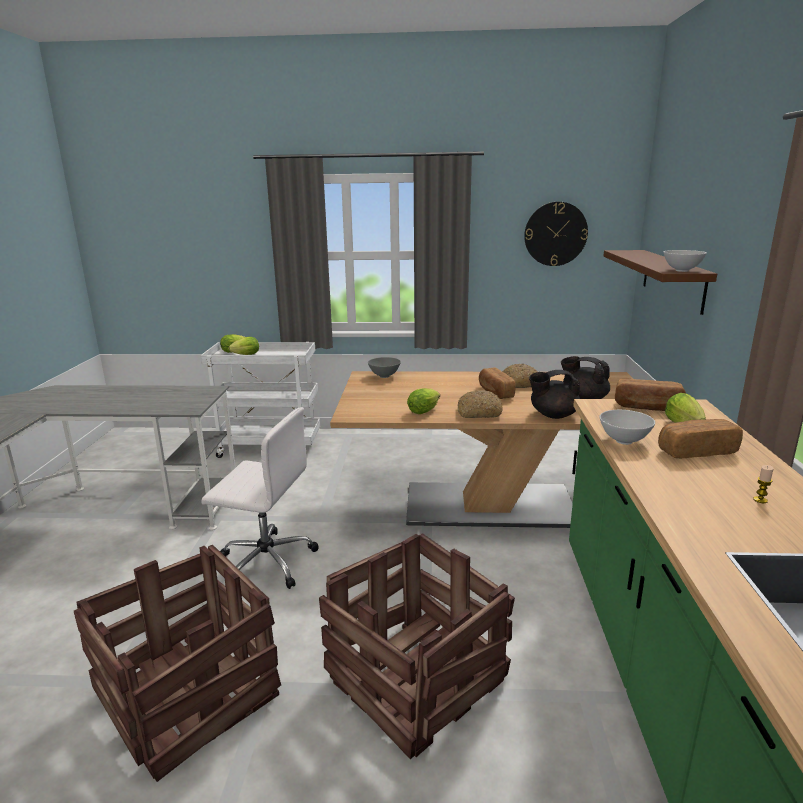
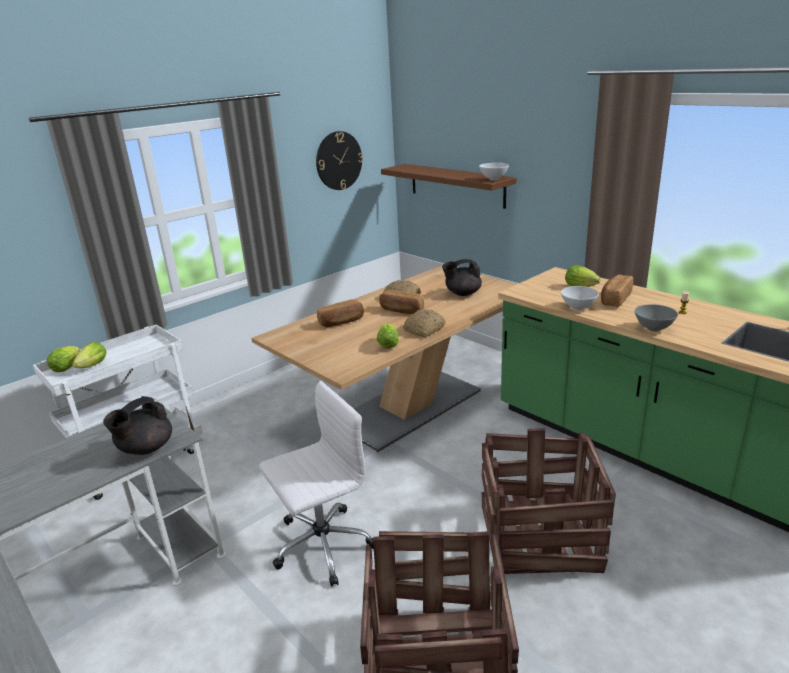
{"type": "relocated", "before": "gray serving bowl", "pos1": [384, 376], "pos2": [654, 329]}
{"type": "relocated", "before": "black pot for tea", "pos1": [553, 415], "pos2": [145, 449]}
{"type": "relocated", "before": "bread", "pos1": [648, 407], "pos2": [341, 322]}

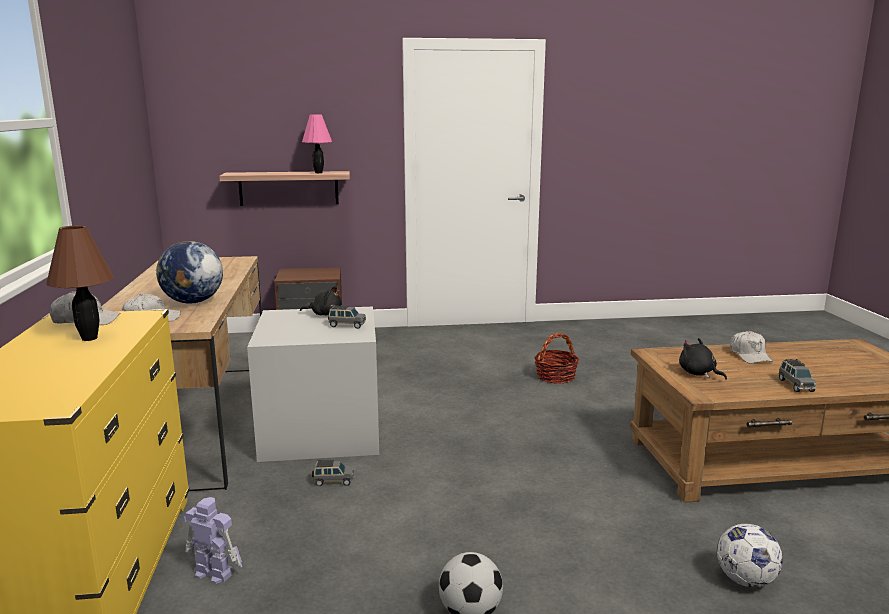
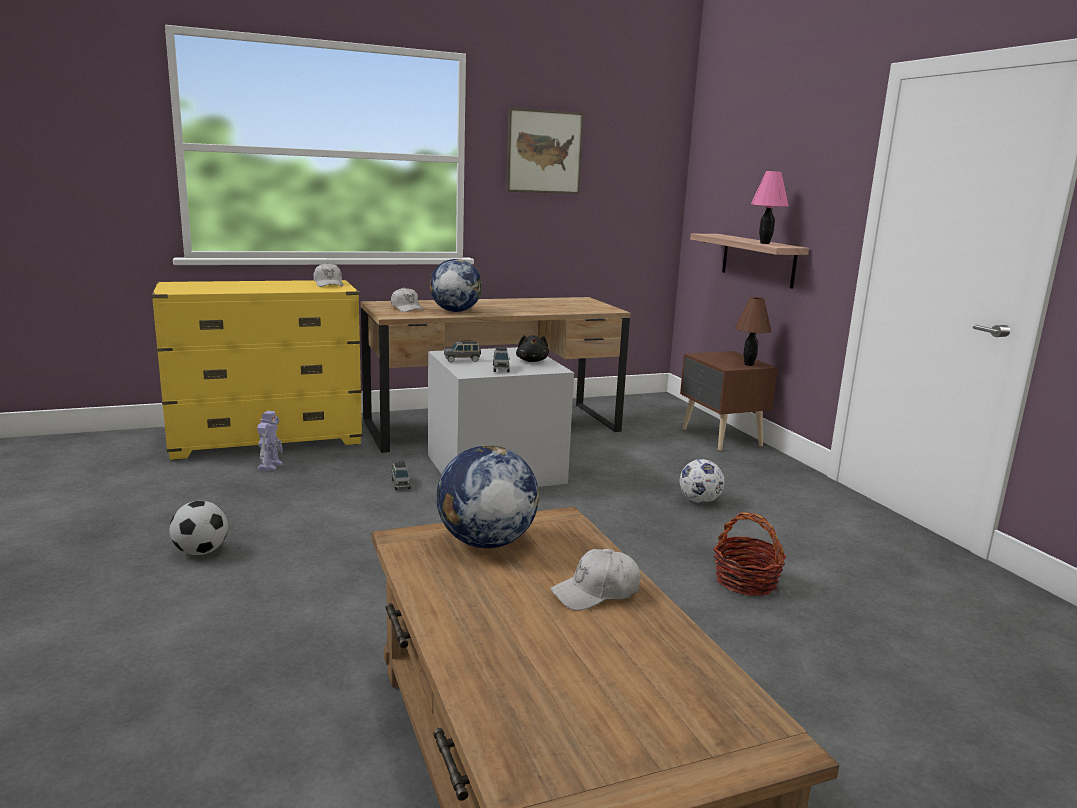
{"type": "appeared", "after": "wall art", "pos2": [544, 152]}
{"type": "relocated", "before": "brown-coloured lamp for a table", "pos1": [90, 338], "pos2": [748, 365]}
{"type": "relocated", "before": "ball for football", "pos1": [745, 580], "pos2": [699, 501]}
{"type": "relocated", "before": "gray model car", "pos1": [795, 385], "pos2": [462, 360]}
{"type": "exchanged", "before": "black plush toy", "after": "world globe", "pos1": [698, 373], "pos2": [485, 542]}

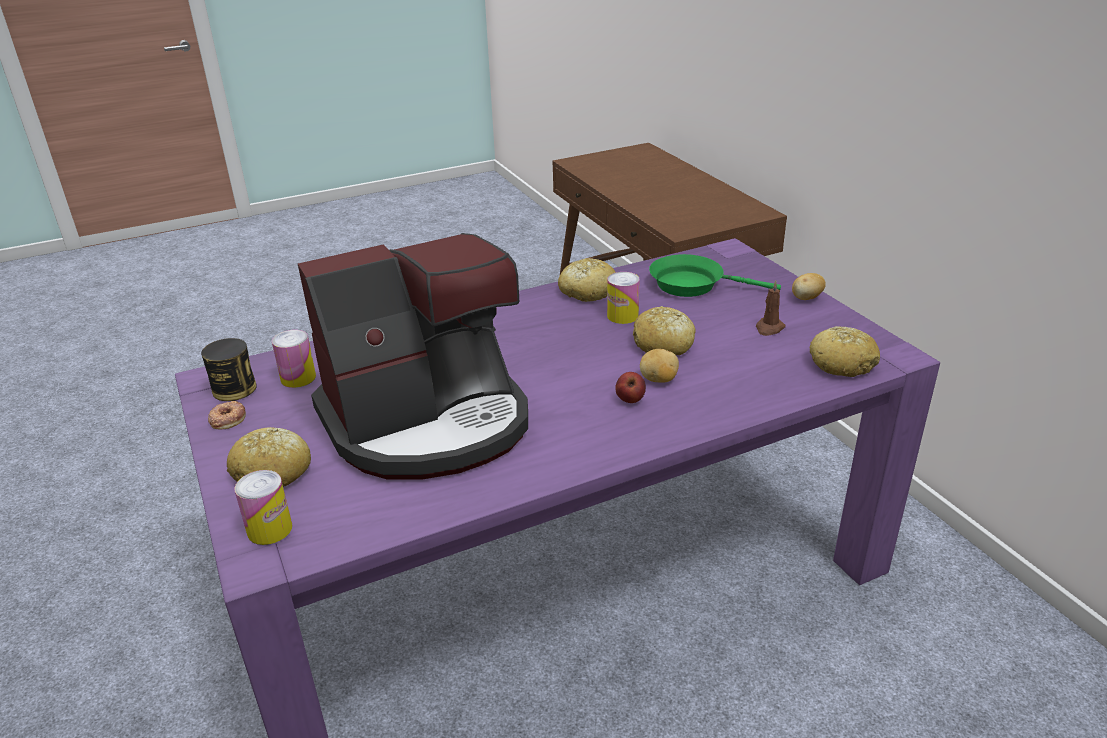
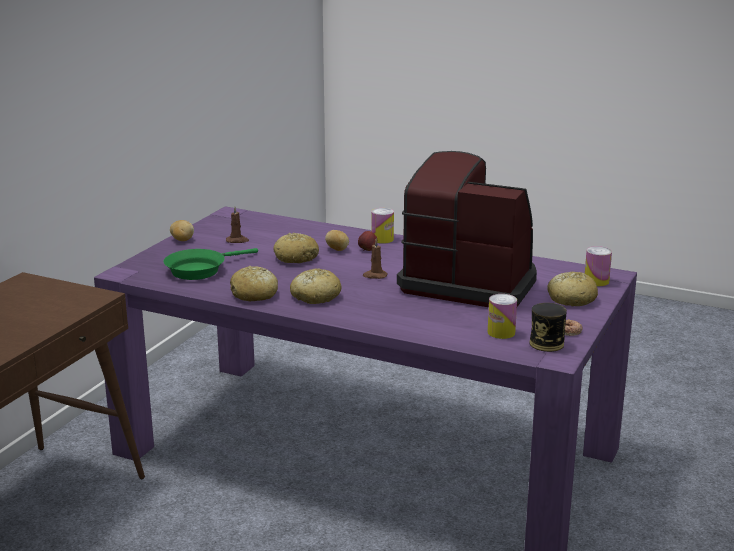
{"type": "appeared", "after": "brown-coloured candle", "pos2": [374, 276]}
{"type": "relocated", "before": "can", "pos1": [622, 316], "pos2": [382, 239]}
{"type": "relocated", "before": "bread", "pos1": [842, 363], "pos2": [315, 296]}
{"type": "spun", "before": "green skillet", "pos1": [693, 284], "pos2": [200, 270], "turn": 75}

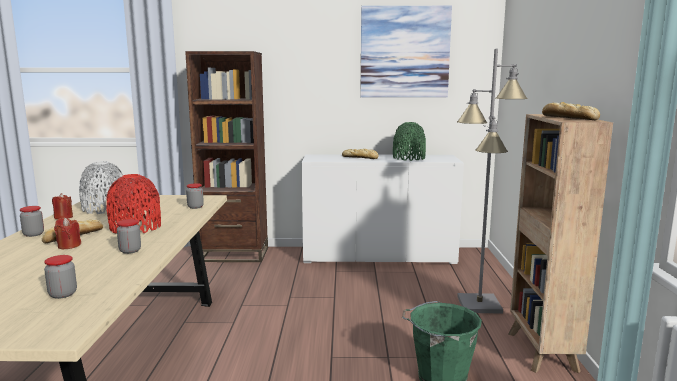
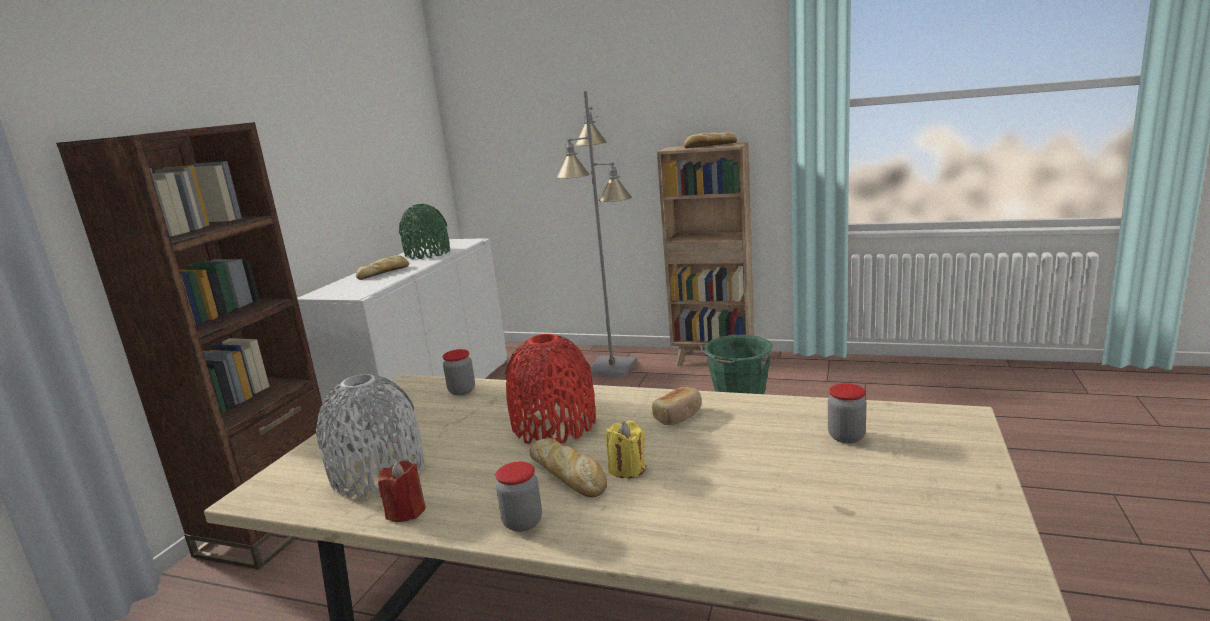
{"type": "missing", "before": "wall art", "pos1": [404, 52]}
{"type": "exchanged", "before": "storage jar", "after": "bread", "pos1": [130, 251], "pos2": [678, 416]}
{"type": "colour", "before": "red-coloured candle", "after": "yellow-coloured candle", "pos1": [69, 246], "pos2": [627, 469]}

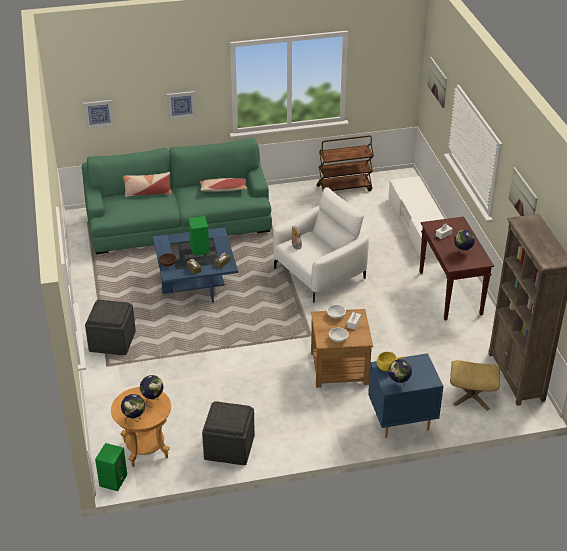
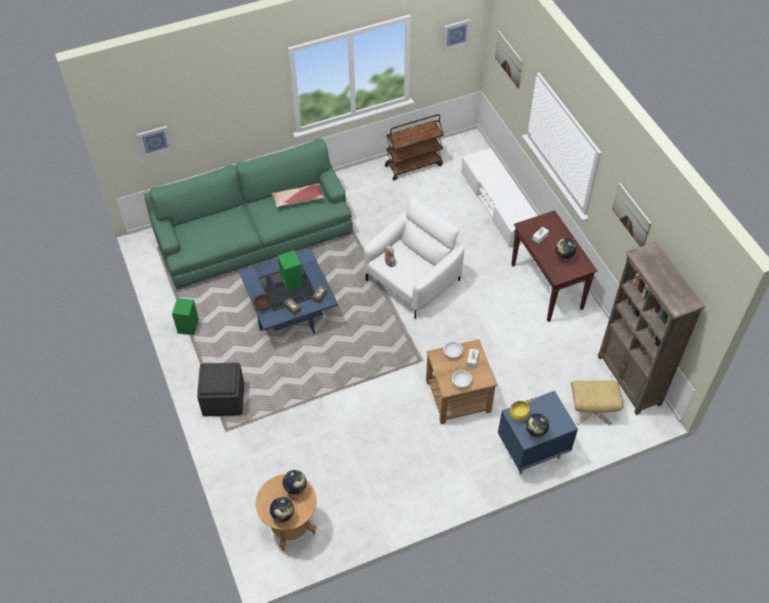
{"type": "missing", "before": "pillow", "pos1": [148, 193]}
{"type": "missing", "before": "gray pouffe", "pos1": [230, 447]}
{"type": "relocated", "before": "green loudspeaker", "pos1": [113, 480], "pos2": [188, 326]}
{"type": "relocated", "before": "wall art", "pos1": [181, 104], "pos2": [456, 34]}

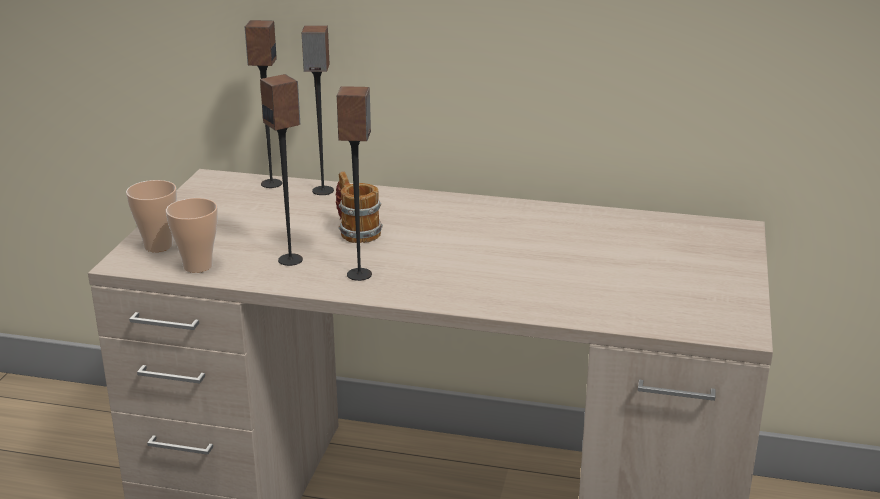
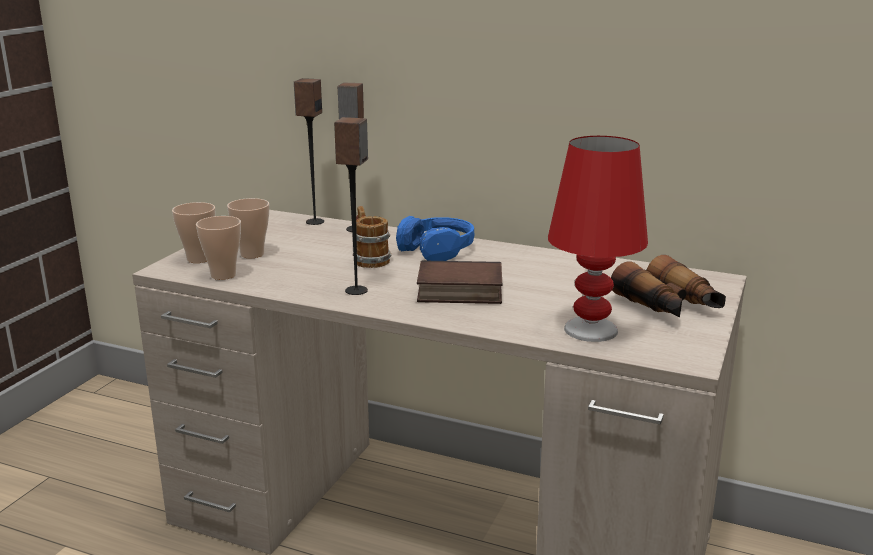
{"type": "missing", "before": "loudspeaker", "pos1": [291, 260]}
{"type": "appeared", "after": "small cup", "pos2": [252, 254]}
{"type": "appeared", "after": "blue headphones", "pos2": [437, 250]}
{"type": "appeared", "after": "bound book", "pos2": [458, 292]}
{"type": "appeared", "after": "red-coloured lamp for a table", "pos2": [591, 330]}
{"type": "appeared", "after": "field glasses", "pos2": [669, 306]}

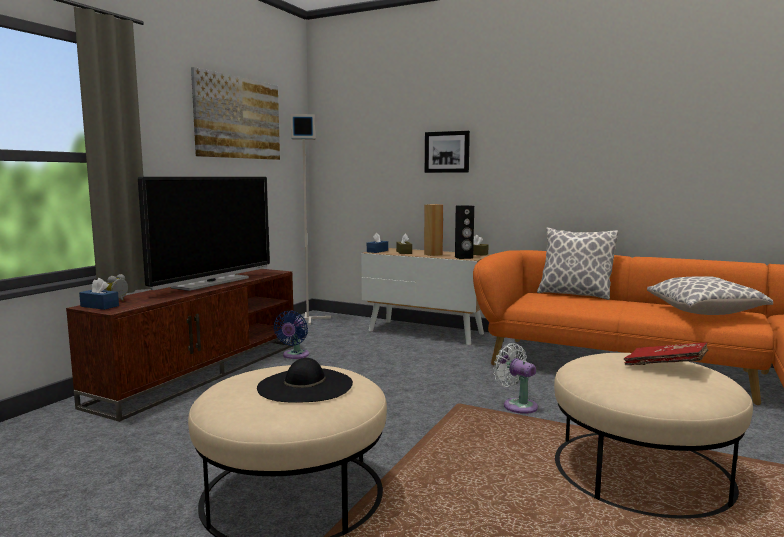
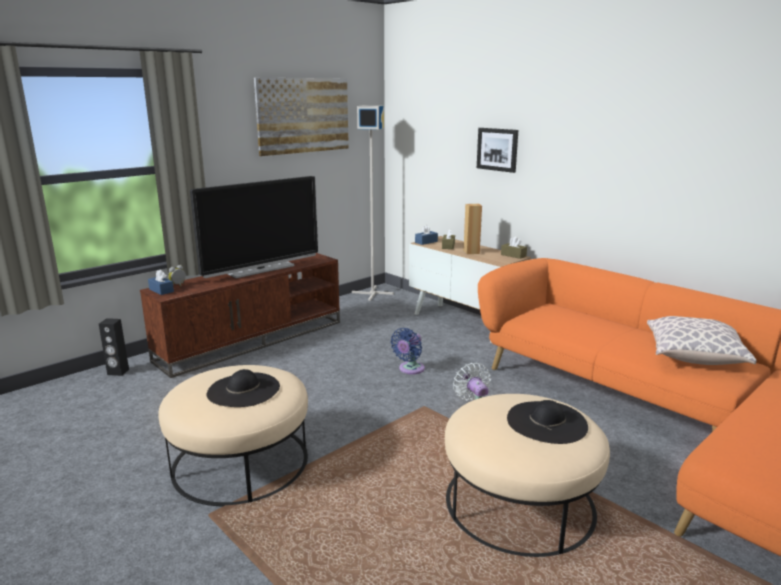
{"type": "missing", "before": "pillow", "pos1": [574, 295]}
{"type": "relocated", "before": "blue fan", "pos1": [294, 355], "pos2": [410, 369]}
{"type": "relocated", "before": "black loudspeaker", "pos1": [464, 257], "pos2": [118, 372]}
{"type": "exchanged", "before": "red-coloured bound book", "after": "black wearable hat", "pos1": [665, 367], "pos2": [547, 422]}

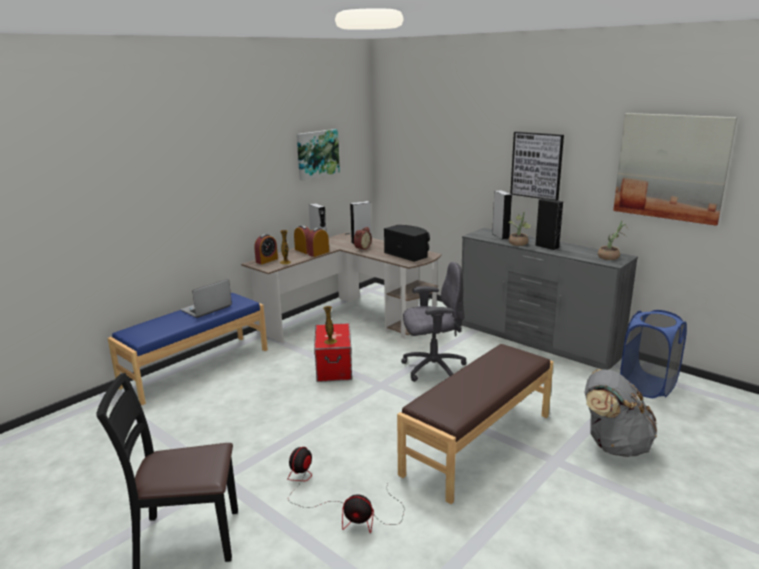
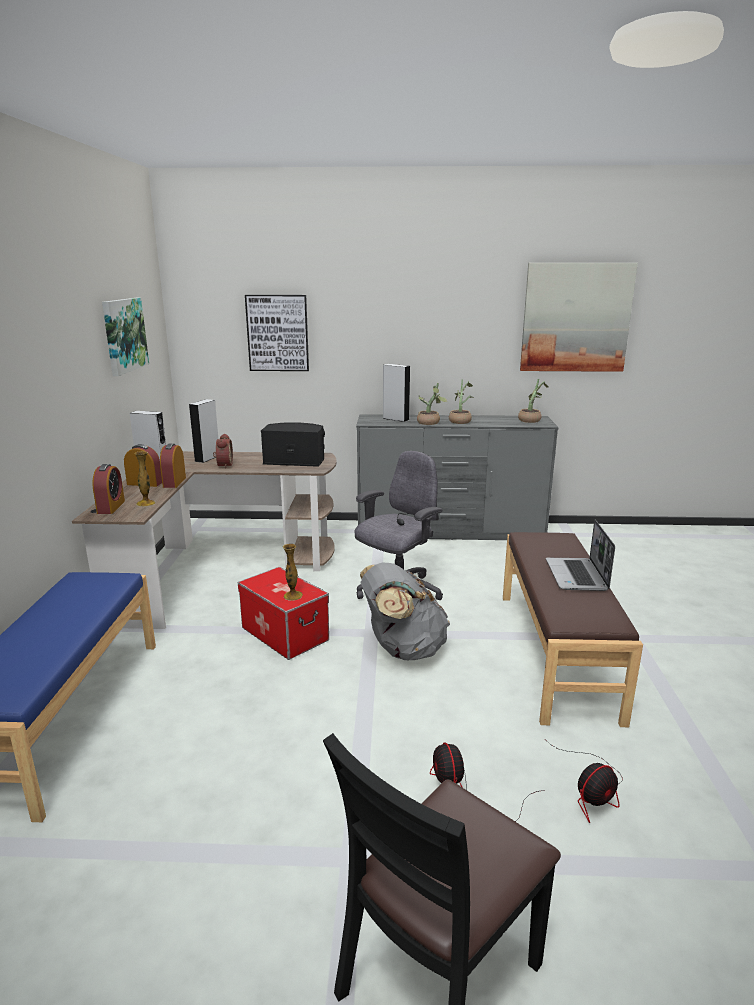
{"type": "missing", "before": "blue washing basket", "pos1": [648, 386]}
{"type": "relocated", "before": "portable computer", "pos1": [206, 309], "pos2": [577, 576]}
{"type": "relocated", "before": "wall art", "pos1": [537, 165], "pos2": [278, 333]}
{"type": "relocated", "before": "gray knapsack", "pos1": [614, 445], "pos2": [402, 649]}
{"type": "exchanged", "before": "black loudspeaker", "after": "plant in a pot", "pos1": [547, 246], "pos2": [460, 421]}

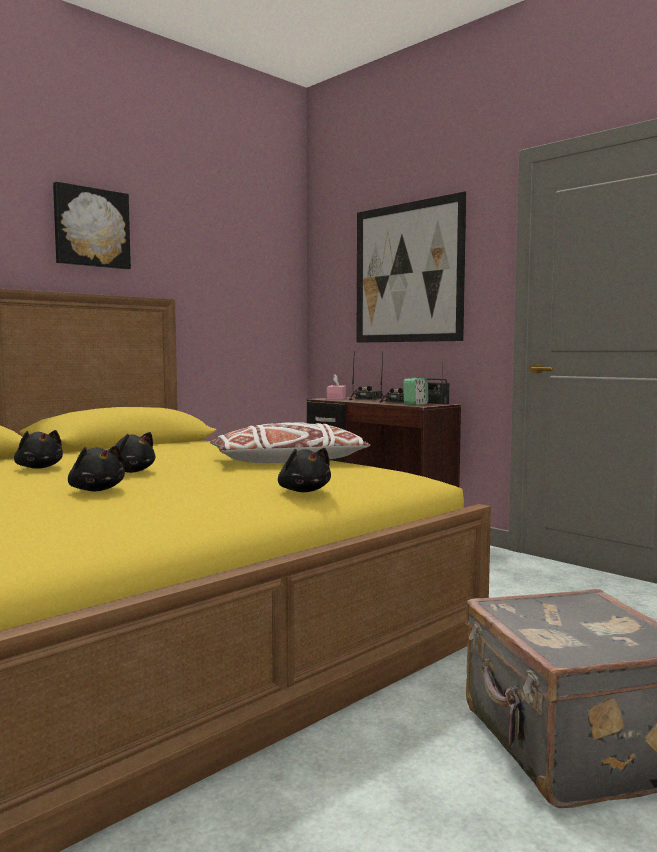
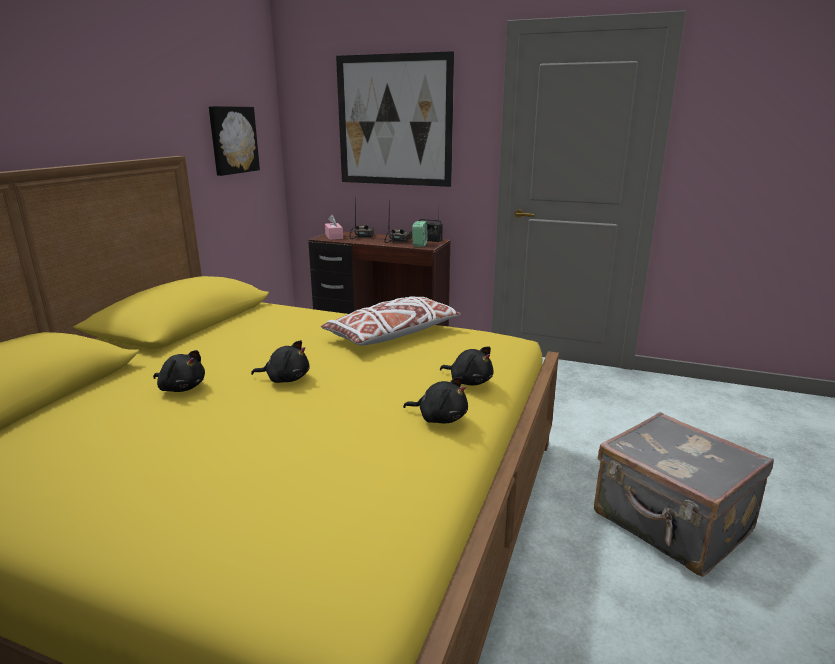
{"type": "relocated", "before": "wall art", "pos1": [91, 228], "pos2": [232, 140]}
{"type": "relocated", "before": "black plush toy", "pos1": [96, 490], "pos2": [440, 418]}

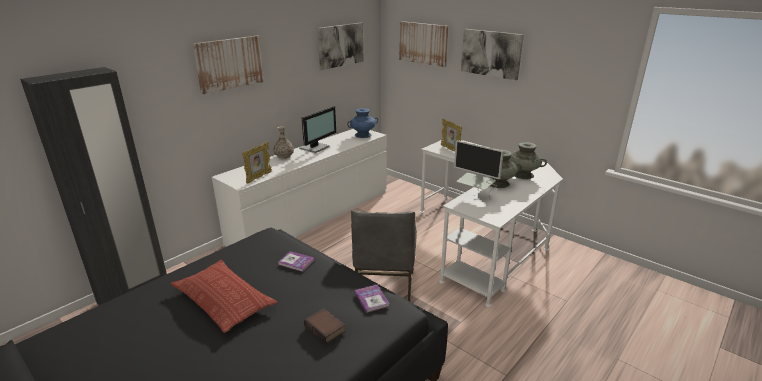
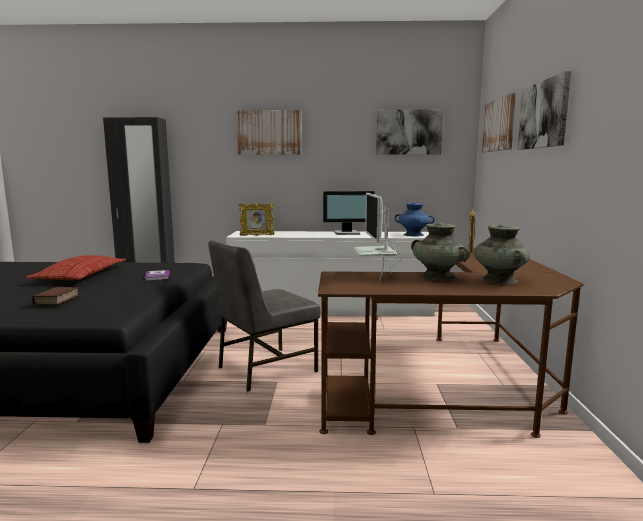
{"type": "missing", "before": "flower vase", "pos1": [284, 156]}
{"type": "missing", "before": "bound book", "pos1": [371, 299]}
{"type": "colour", "before": "white-coloured desk", "after": "brown-coloured desk", "pos1": [484, 241], "pos2": [458, 388]}

